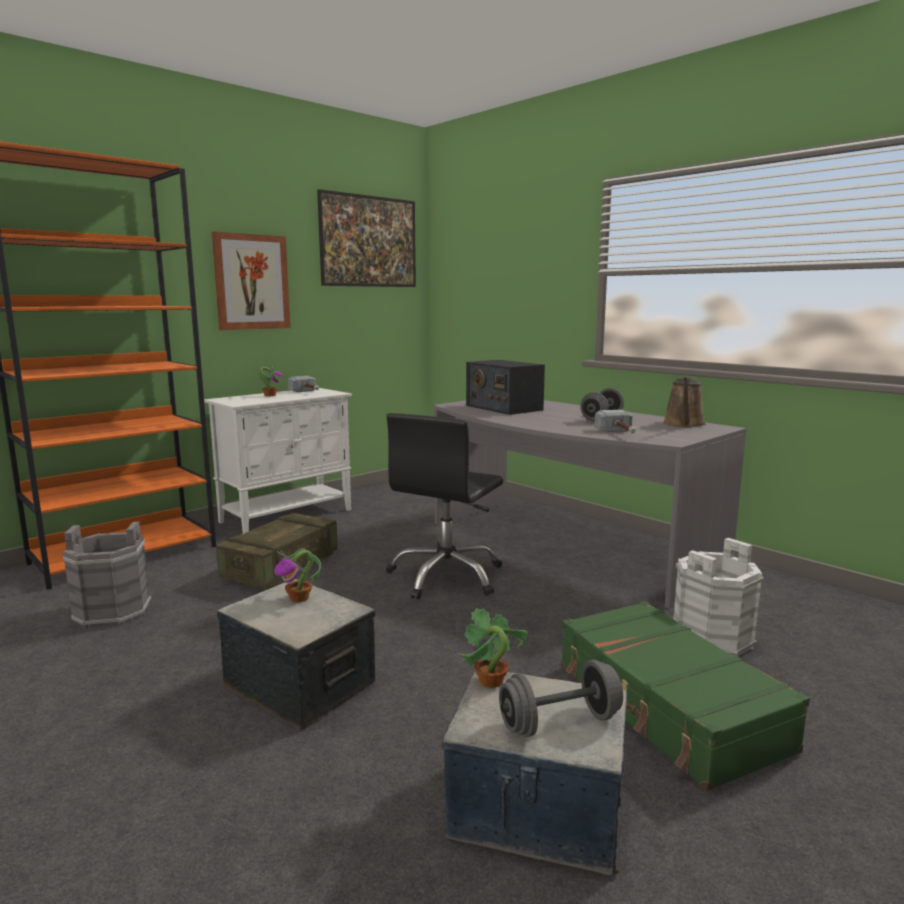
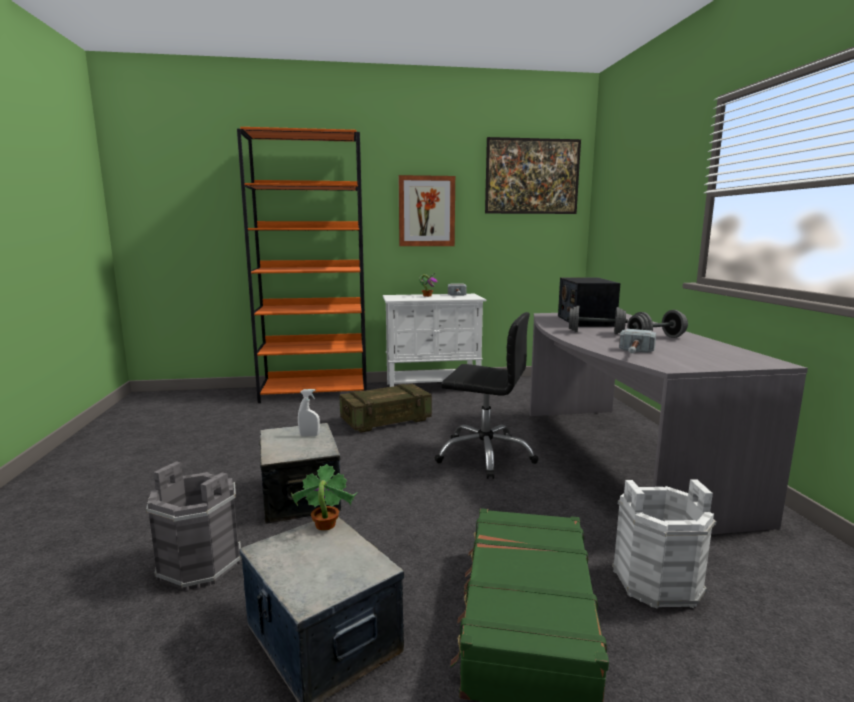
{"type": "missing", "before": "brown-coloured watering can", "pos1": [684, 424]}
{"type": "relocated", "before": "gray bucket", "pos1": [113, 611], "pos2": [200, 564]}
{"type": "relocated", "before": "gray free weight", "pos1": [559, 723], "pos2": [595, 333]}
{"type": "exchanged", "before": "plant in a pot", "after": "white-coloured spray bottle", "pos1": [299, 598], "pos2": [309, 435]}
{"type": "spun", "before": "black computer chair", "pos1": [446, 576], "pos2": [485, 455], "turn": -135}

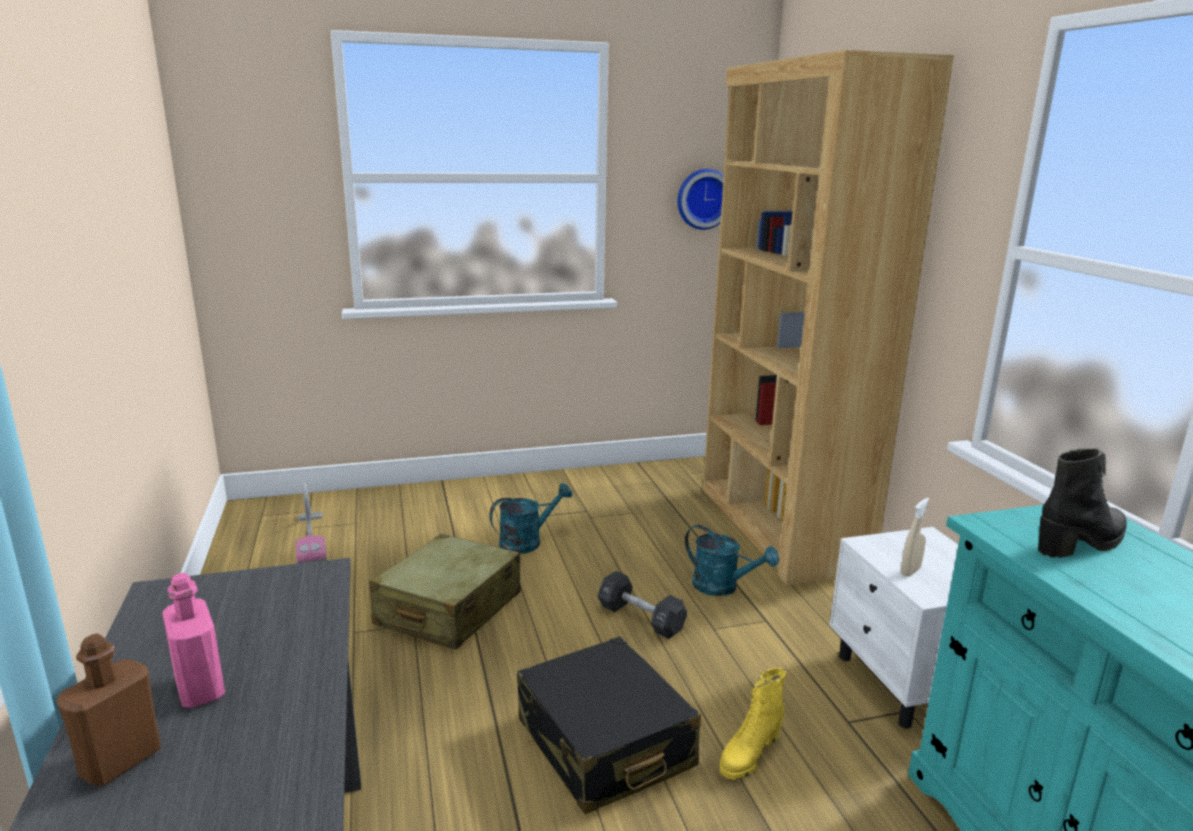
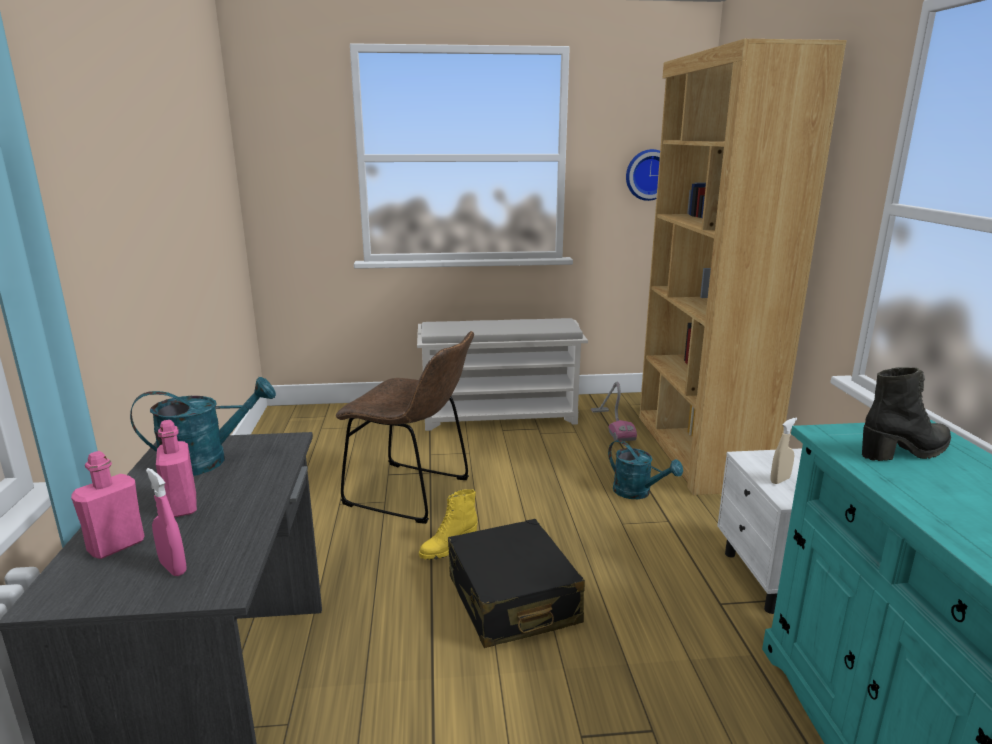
{"type": "missing", "before": "black free weight", "pos1": [640, 618]}
{"type": "appeared", "after": "pinkish spray bottle", "pos2": [173, 567]}
{"type": "appeared", "after": "white-coloured shoe stand", "pos2": [501, 416]}
{"type": "relocated", "before": "vacuum cleaner", "pos1": [311, 540], "pos2": [612, 425]}
{"type": "relocated", "before": "turquoise-coloured watering can", "pos1": [527, 542], "pos2": [206, 461]}
{"type": "relocated", "before": "yellow-coloured boot", "pos1": [749, 754], "pos2": [448, 548]}
{"type": "exchanged", "before": "beige-coloured piece of luggage", "after": "brown-coloured upright chair", "pos1": [448, 610], "pos2": [413, 493]}
{"type": "colour", "before": "brown-coloured bottle", "after": "pinkish bottle", "pos1": [121, 761], "pos2": [116, 545]}

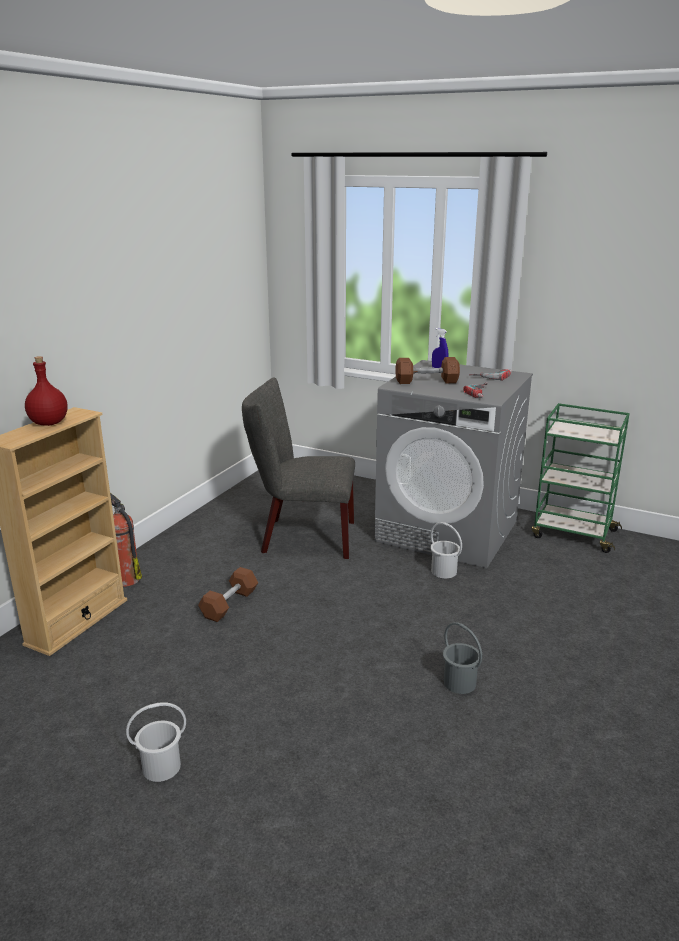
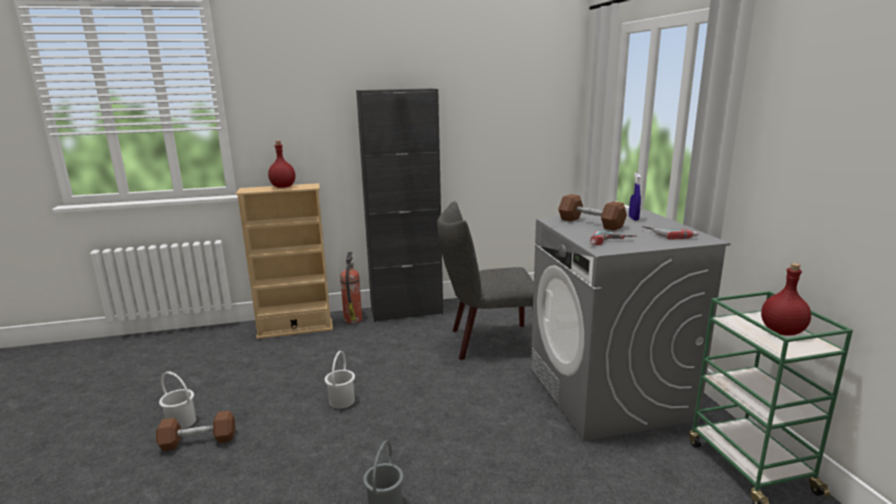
{"type": "appeared", "after": "black cupboard", "pos2": [406, 311]}
{"type": "appeared", "after": "red-coloured bottle", "pos2": [782, 332]}
{"type": "relocated", "before": "brown-coloured free weight", "pos1": [229, 604], "pos2": [198, 441]}
{"type": "relocated", "before": "white-coloured bucket", "pos1": [443, 572], "pos2": [341, 401]}
{"type": "spun", "before": "gray upright chair", "pos1": [302, 537], "pos2": [487, 342], "turn": -60}

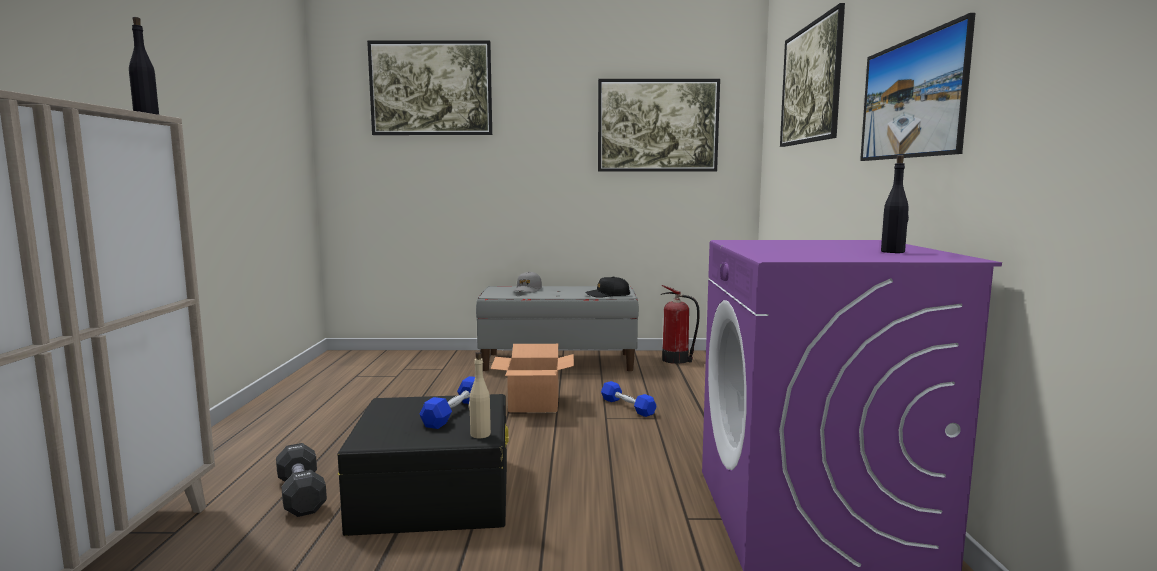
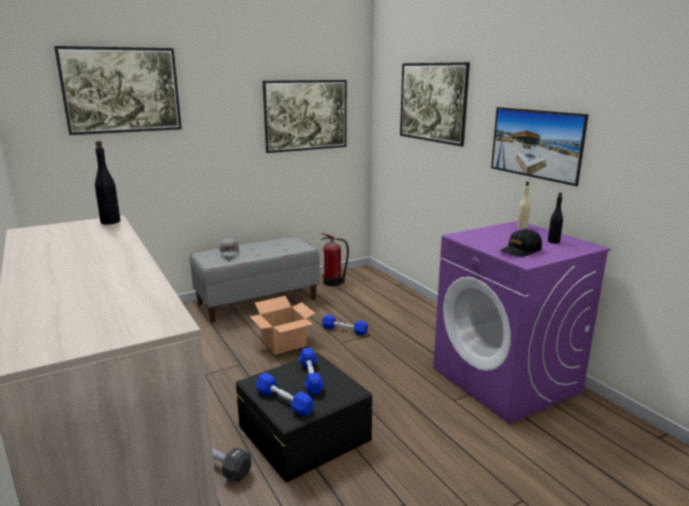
{"type": "appeared", "after": "blue free weight", "pos2": [284, 401]}
{"type": "relocated", "before": "beige-coloured bottle", "pos1": [480, 434], "pos2": [522, 227]}
{"type": "relocated", "before": "black cap", "pos1": [608, 295], "pos2": [520, 250]}

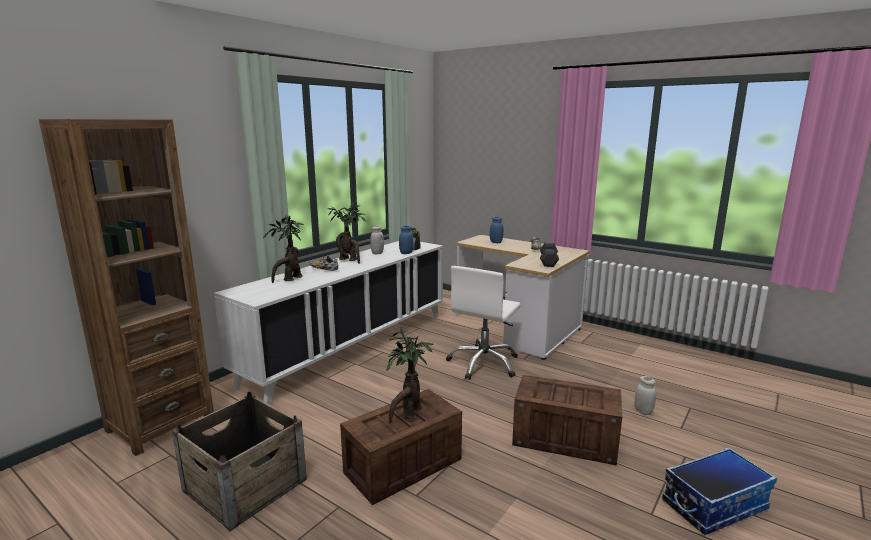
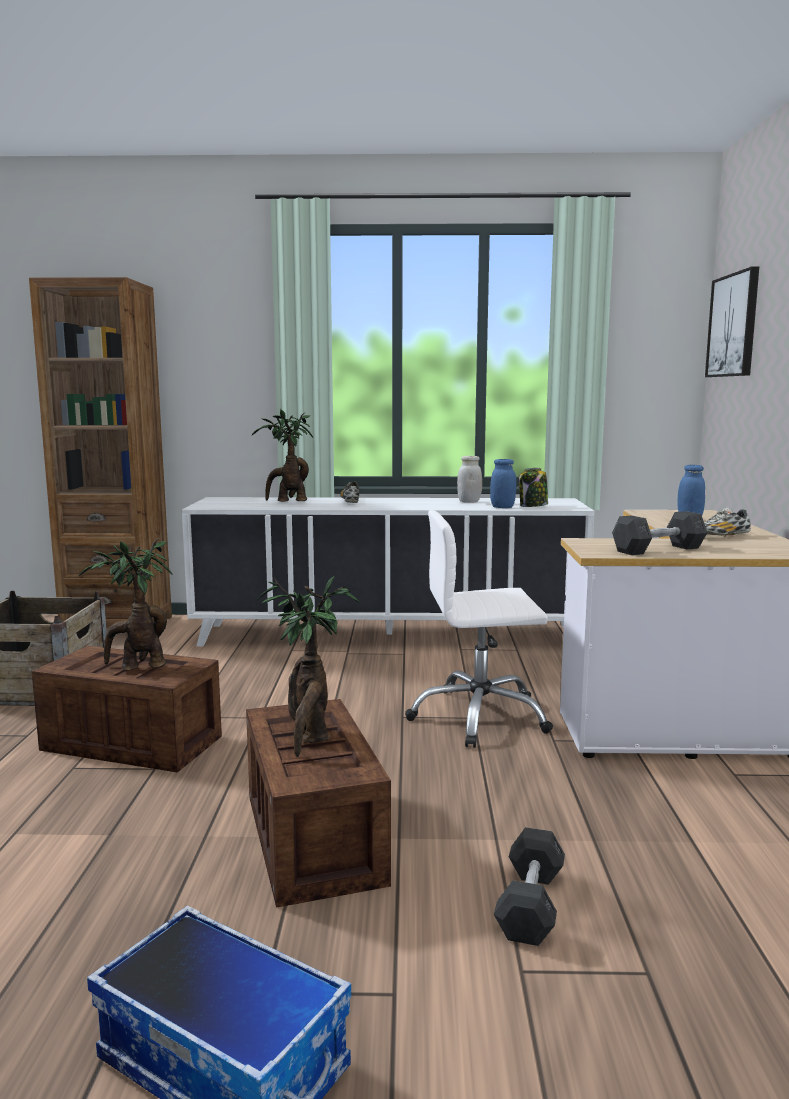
{"type": "appeared", "after": "wall art", "pos2": [733, 325]}
{"type": "relocated", "before": "plant in a pot", "pos1": [349, 260], "pos2": [310, 737]}
{"type": "exchanged", "before": "white-coloured storage jar", "after": "gray free weight", "pos1": [643, 411], "pos2": [530, 904]}

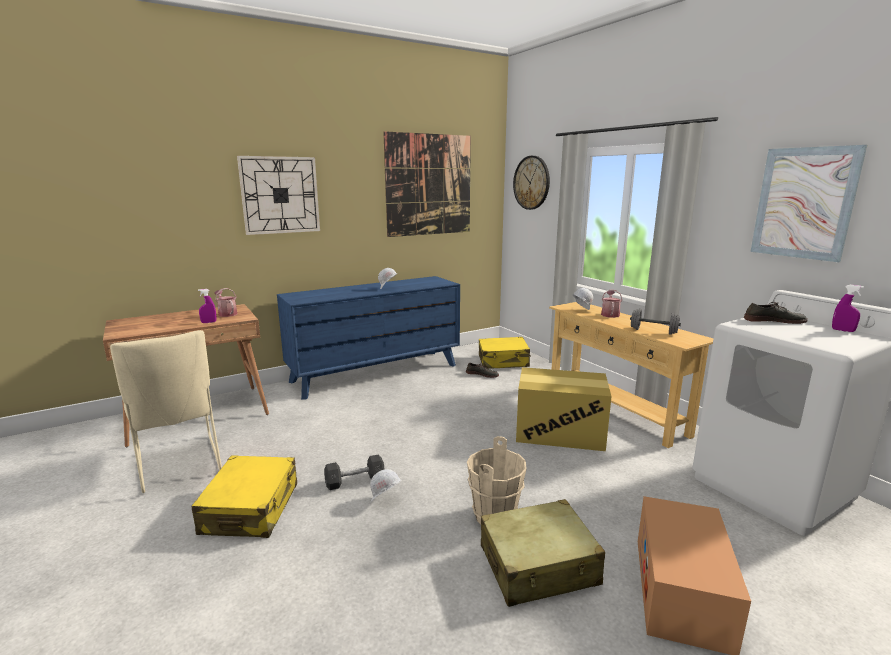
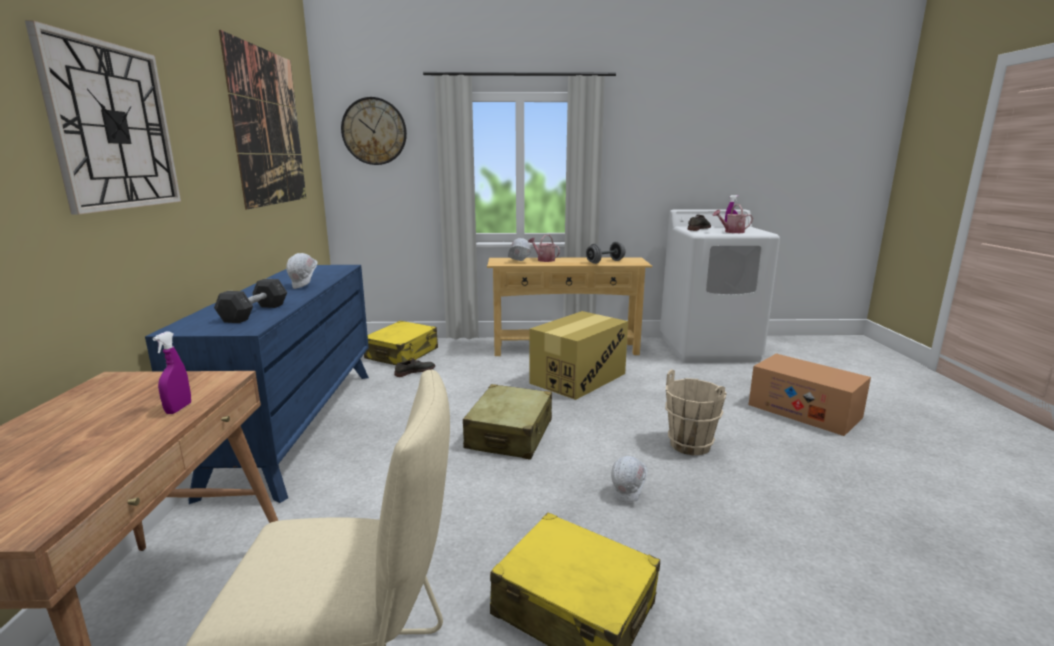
{"type": "missing", "before": "wall art", "pos1": [804, 203]}
{"type": "relocated", "before": "watering can", "pos1": [227, 313], "pos2": [731, 232]}
{"type": "relocated", "before": "gray free weight", "pos1": [355, 481], "pos2": [254, 313]}
{"type": "relocated", "before": "beige-coloured piece of luggage", "pos1": [538, 566], "pos2": [510, 434]}

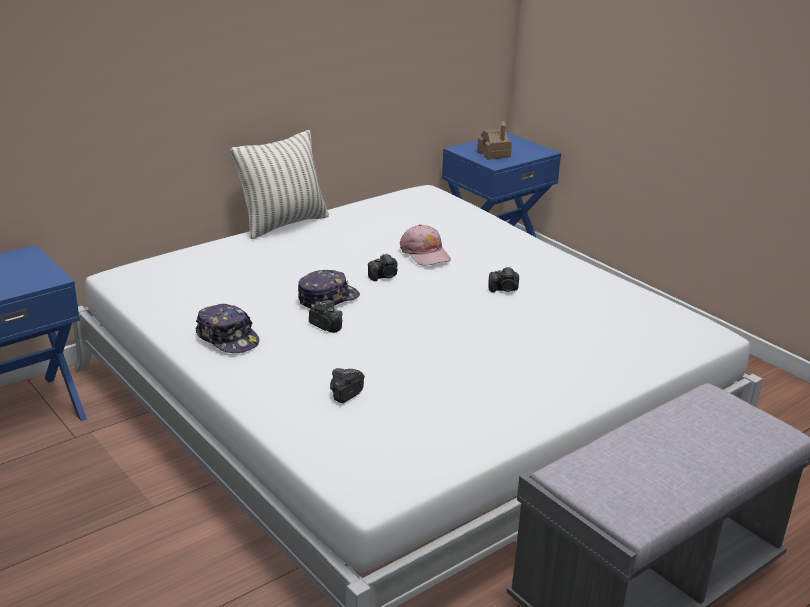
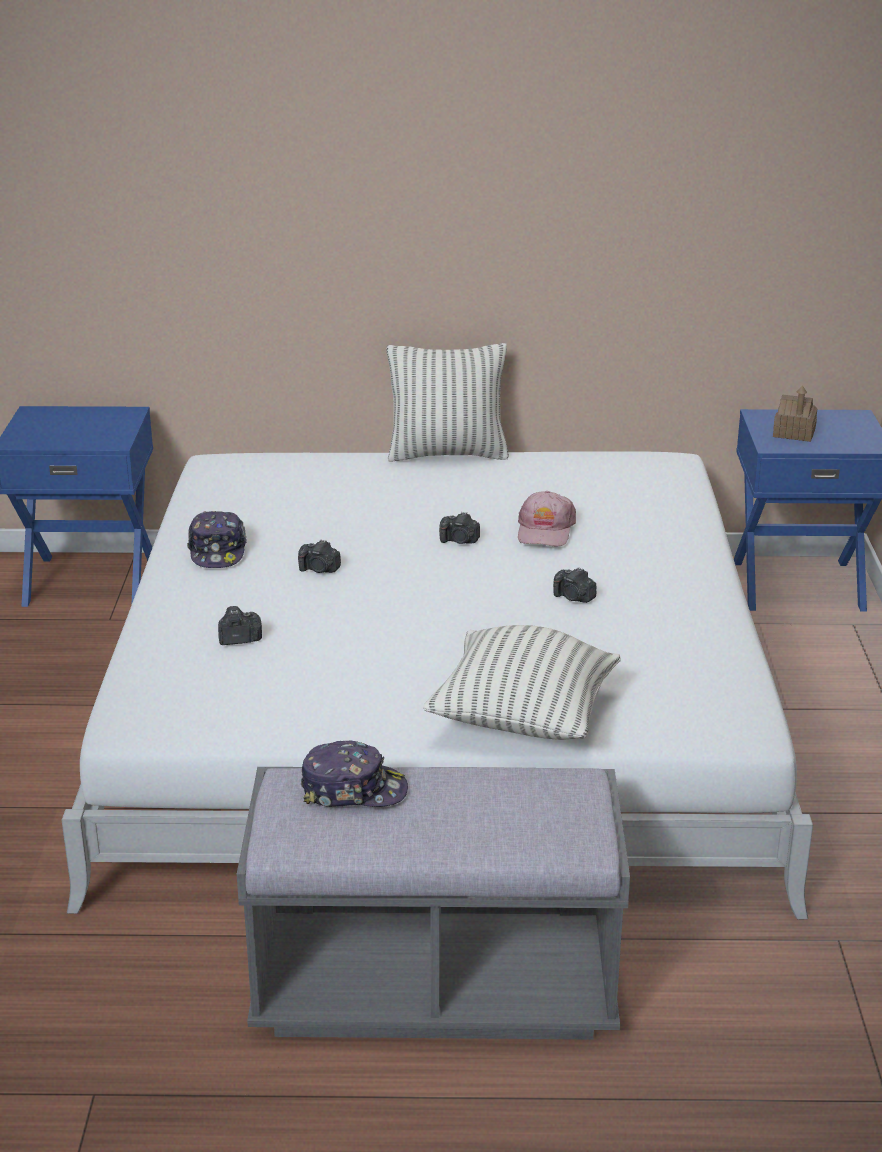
{"type": "appeared", "after": "pillow", "pos2": [522, 720]}
{"type": "relocated", "before": "cap", "pos1": [327, 298], "pos2": [353, 790]}
{"type": "spun", "before": "still camera", "pos1": [325, 325], "pos2": [319, 569], "turn": 120}

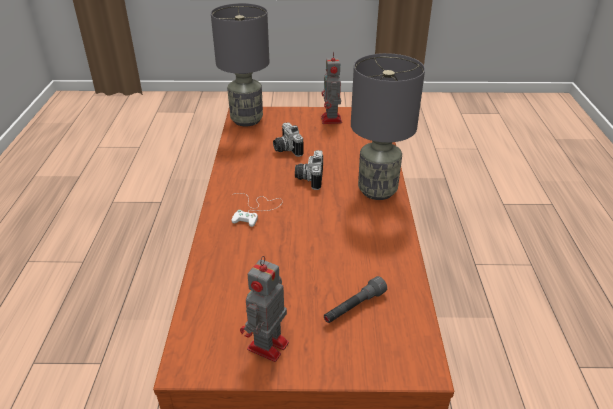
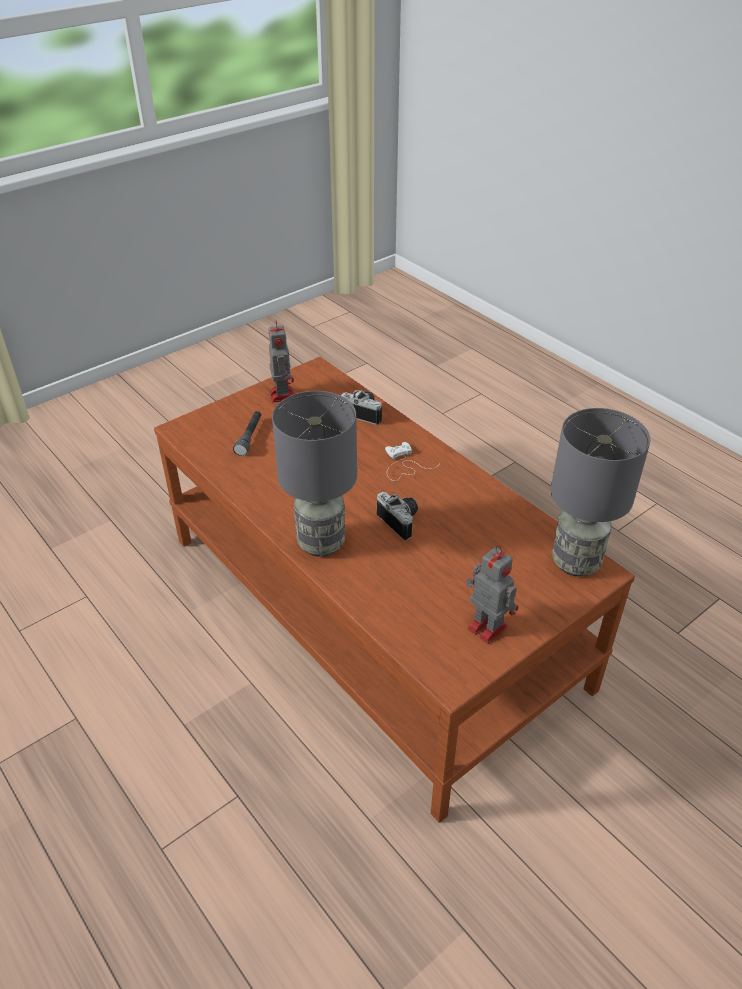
{"type": "relocated", "before": "still camera", "pos1": [286, 149], "pos2": [365, 413]}

